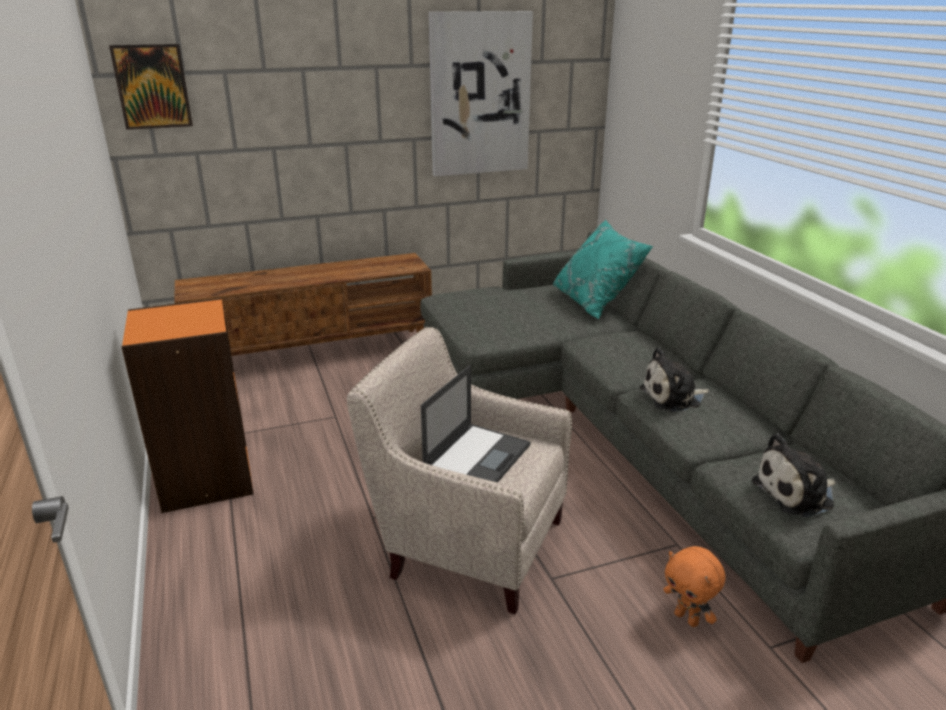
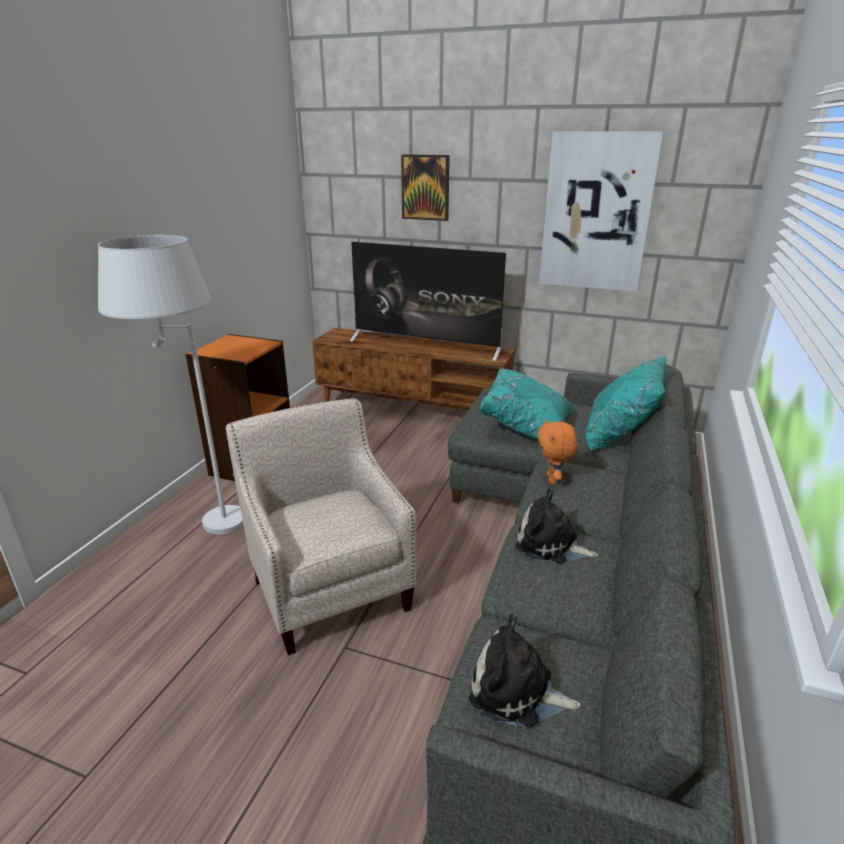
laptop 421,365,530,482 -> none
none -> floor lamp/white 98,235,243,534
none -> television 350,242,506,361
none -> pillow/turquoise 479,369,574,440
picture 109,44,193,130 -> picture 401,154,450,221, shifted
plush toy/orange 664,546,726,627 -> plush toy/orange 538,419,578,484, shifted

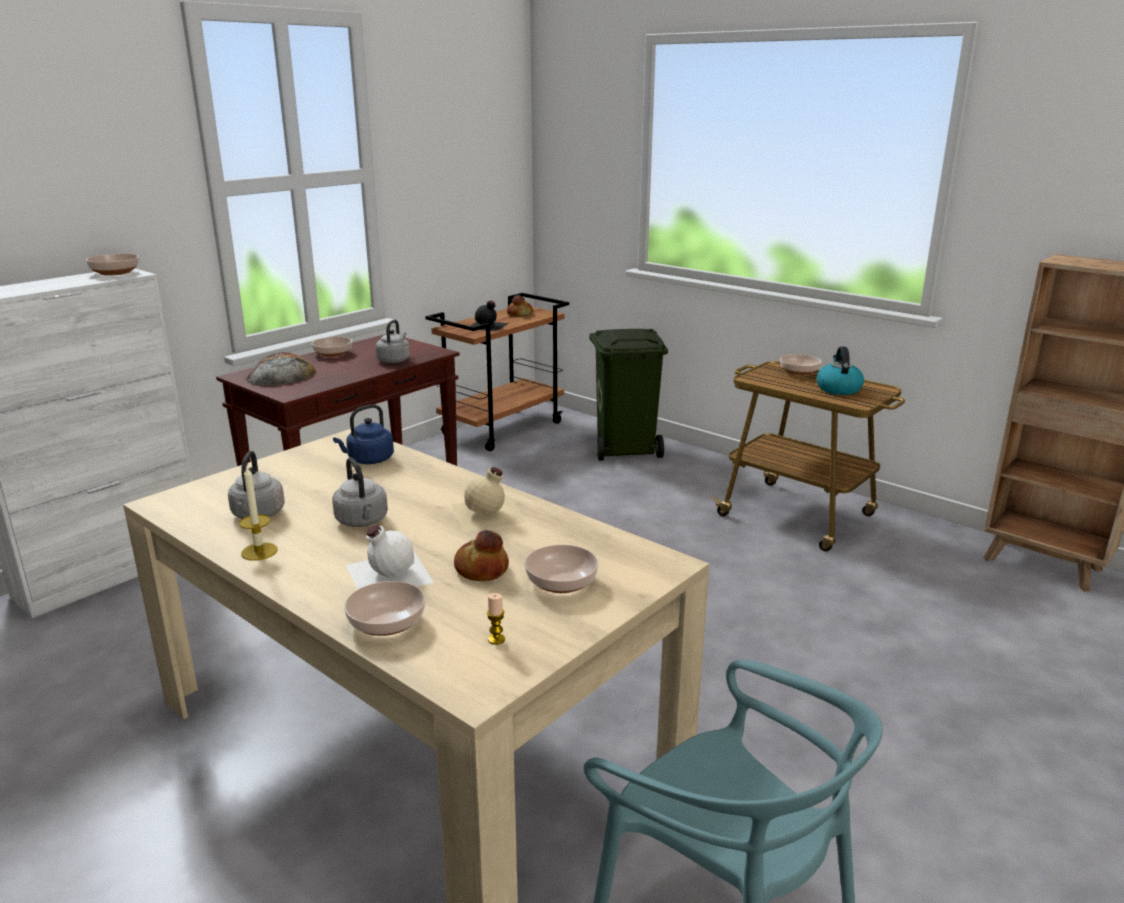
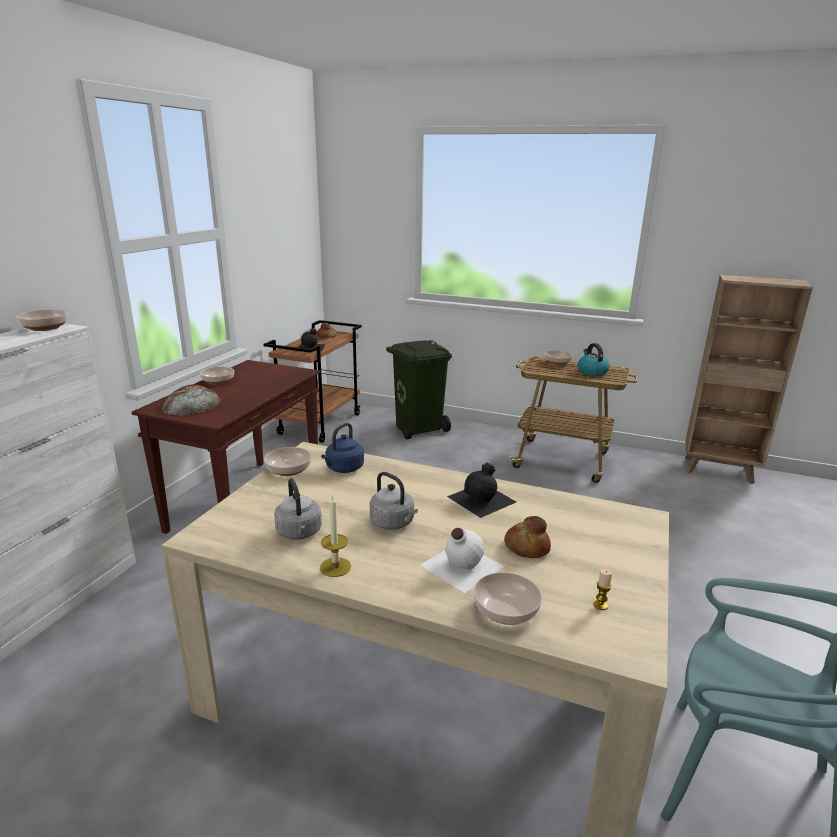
kettle/grey 376,319,410,363 -> none
bowl 525,545,599,593 -> bowl 264,447,312,476, shifted
bottle/beige 451,467,527,532 -> bottle/black 447,463,516,518

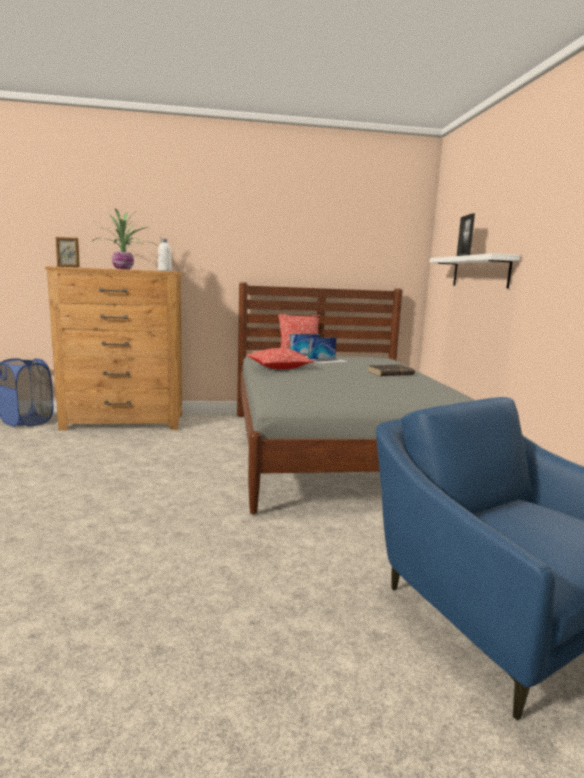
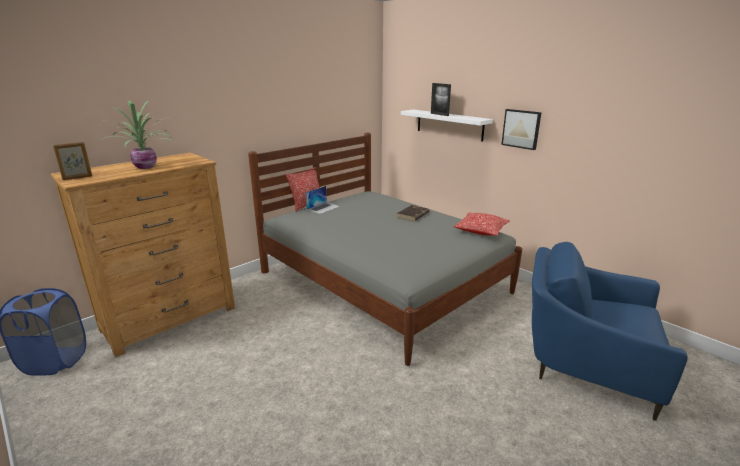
bottle/white 158,238,172,271 -> none
laptop 308,337,350,364 -> none
none -> picture 501,109,542,150
pillow 247,348,314,369 -> pillow 454,212,510,236, shifted

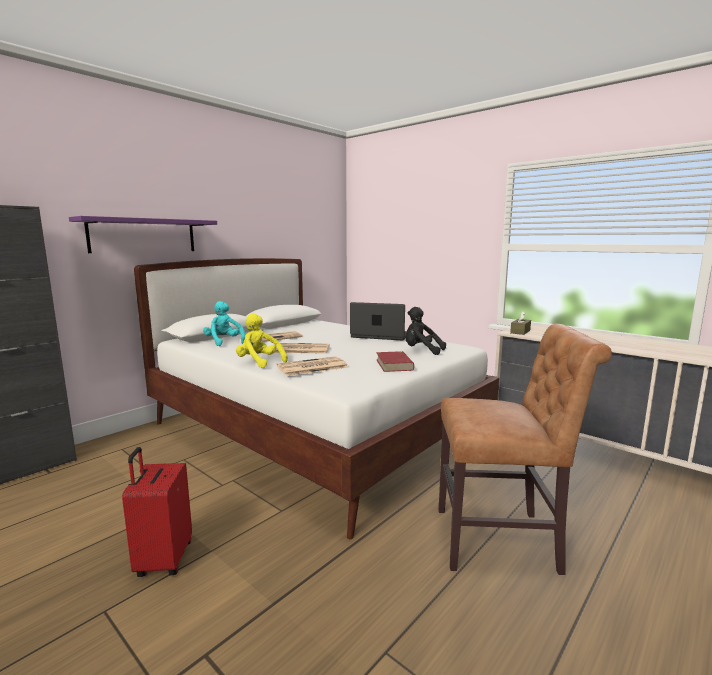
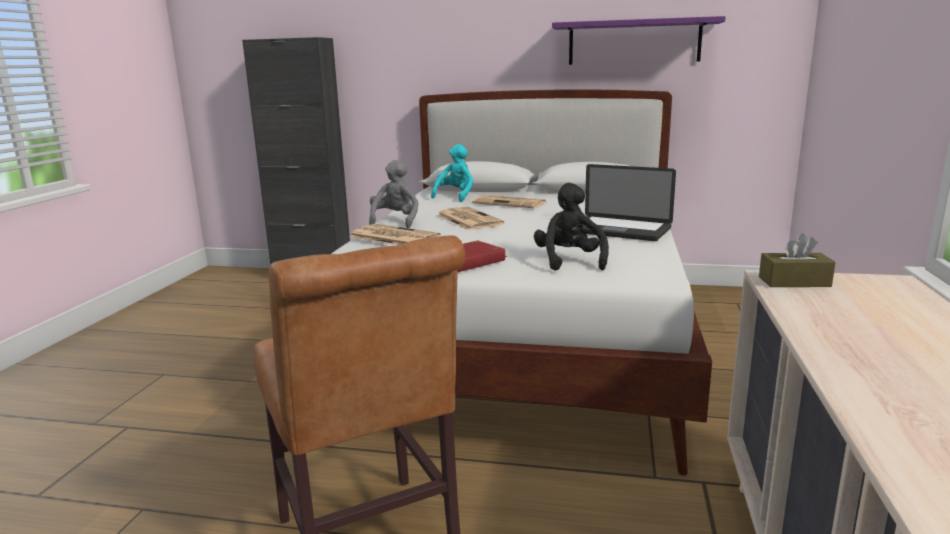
suitcase/red 122,447,192,577 -> none
shelf/purple 69,216,217,253 -> shelf/purple 552,16,726,65, shifted
plush toy/yellow 236,313,288,368 -> plush toy/grey 369,160,418,228
laptop 350,302,407,340 -> laptop 582,164,676,241, 135 degrees clockwise

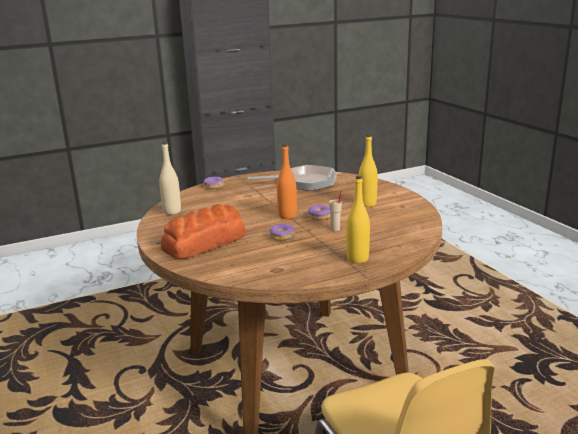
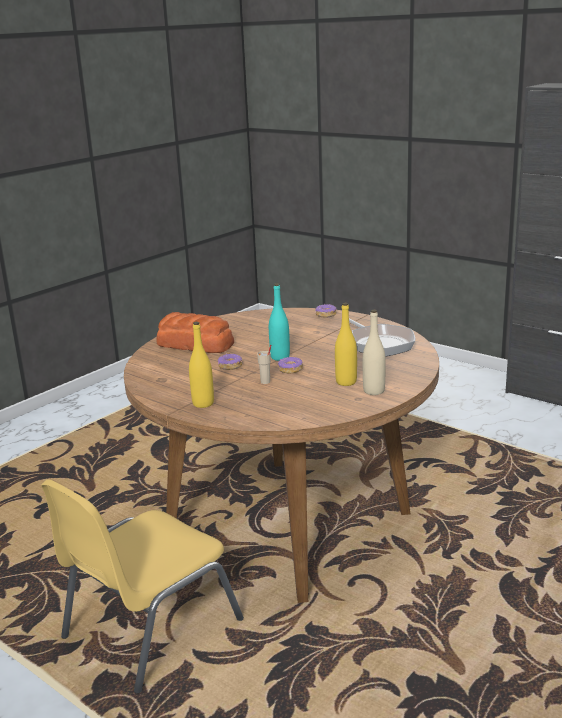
bottle/beige 159,142,181,215 -> bottle/beige 363,310,386,395, shifted
bottle/orange 277,144,297,219 -> bottle/turquoise 269,283,290,361

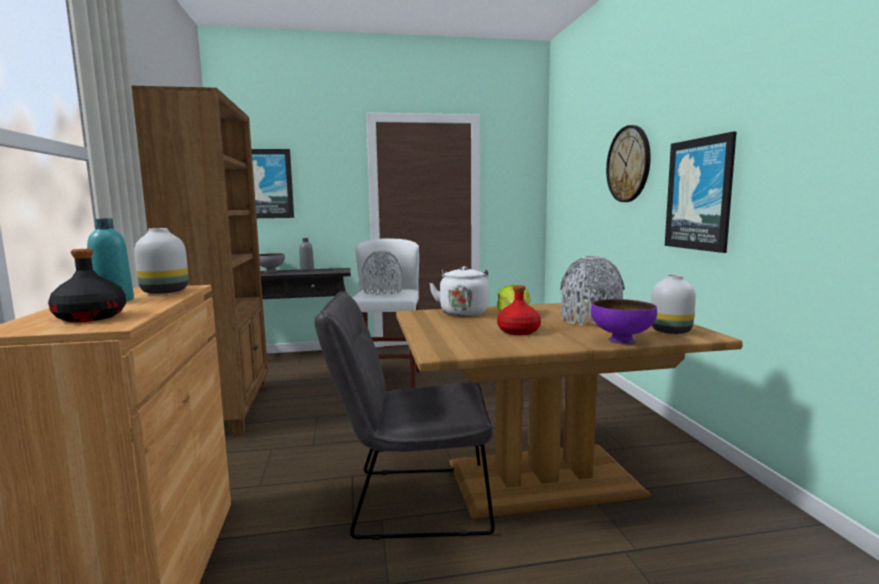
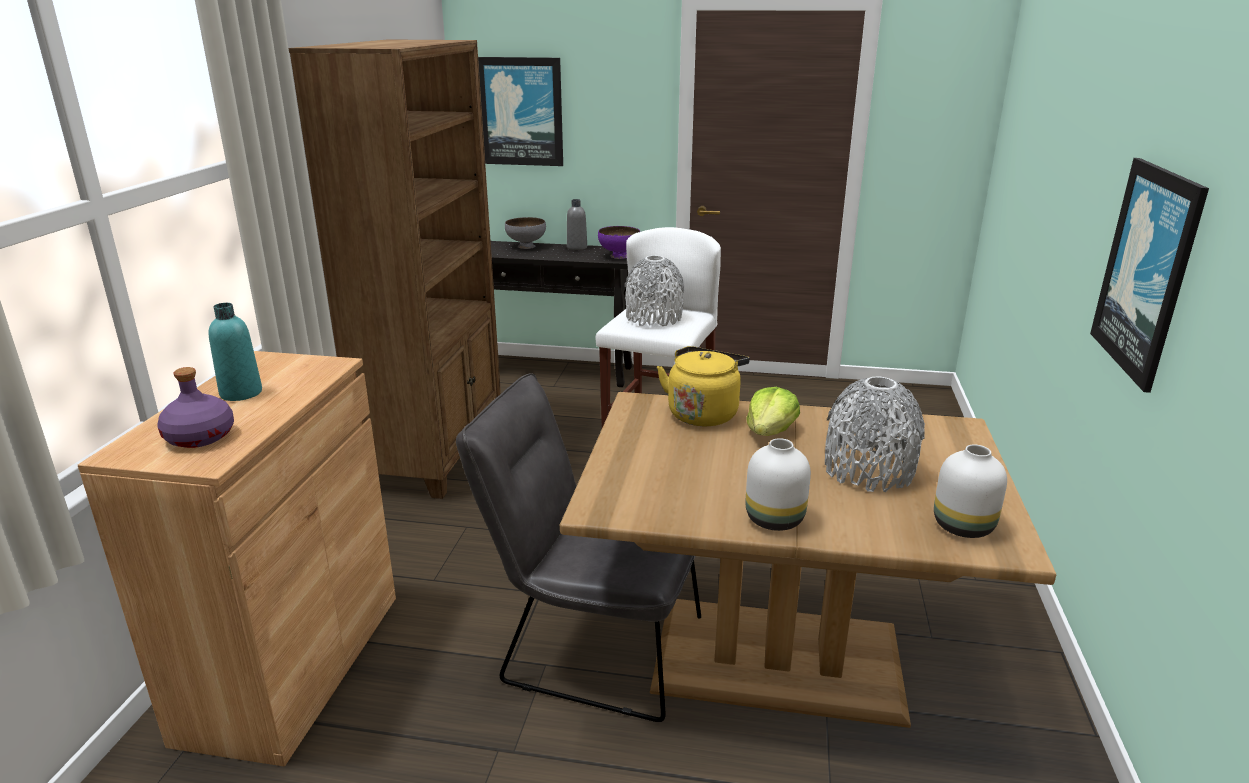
bottle/red 497,285,541,335 -> none
wall clock 606,125,651,202 -> none
vase/white 134,228,188,294 -> vase/white 746,438,811,531, shifted
bowl/purple 591,299,657,345 -> bowl/purple 598,226,640,259, shifted
bottle/black 48,249,126,322 -> bottle/purple 157,367,234,448
kettle/white 429,266,489,316 -> kettle/yellow 657,346,750,426

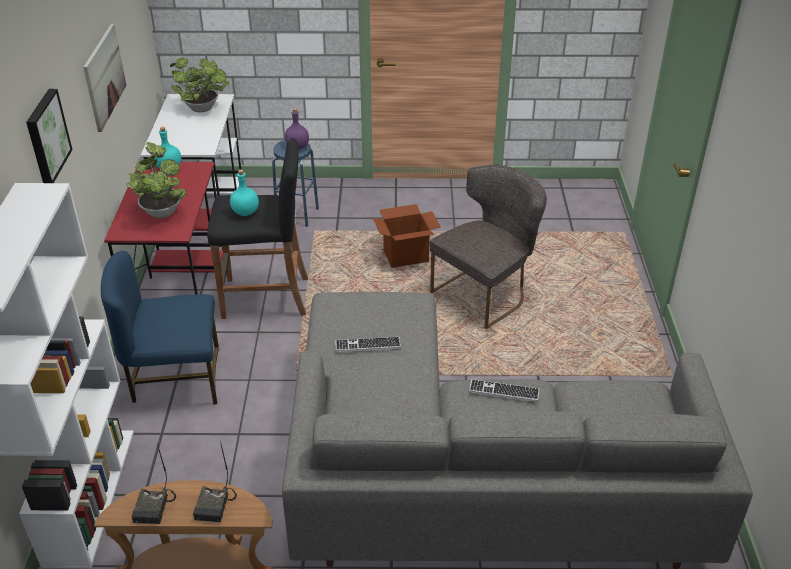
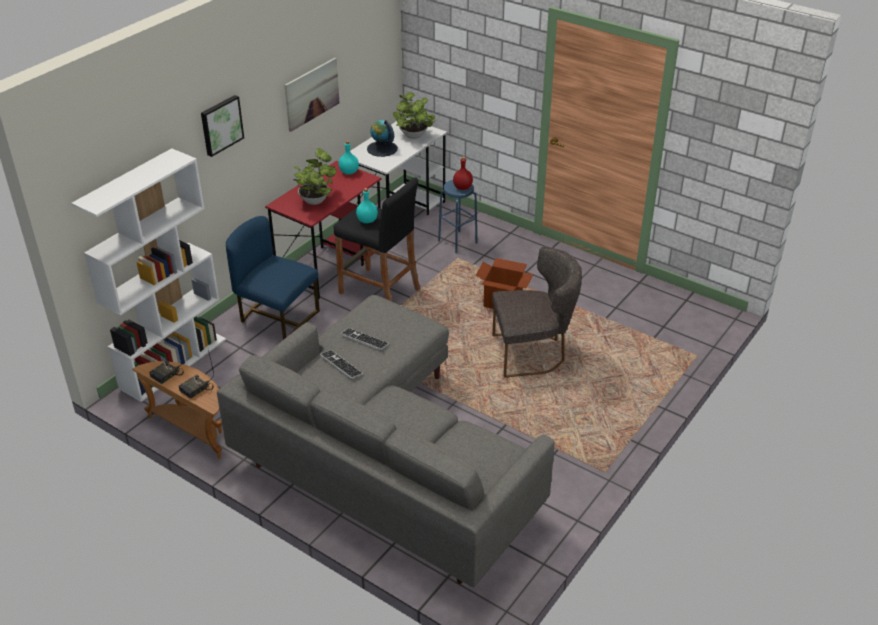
none -> globe 367,120,398,157
keyboard 469,379,539,402 -> keyboard 320,350,363,379, shifted
bottle/purple 285,108,309,149 -> bottle/red 453,157,473,190

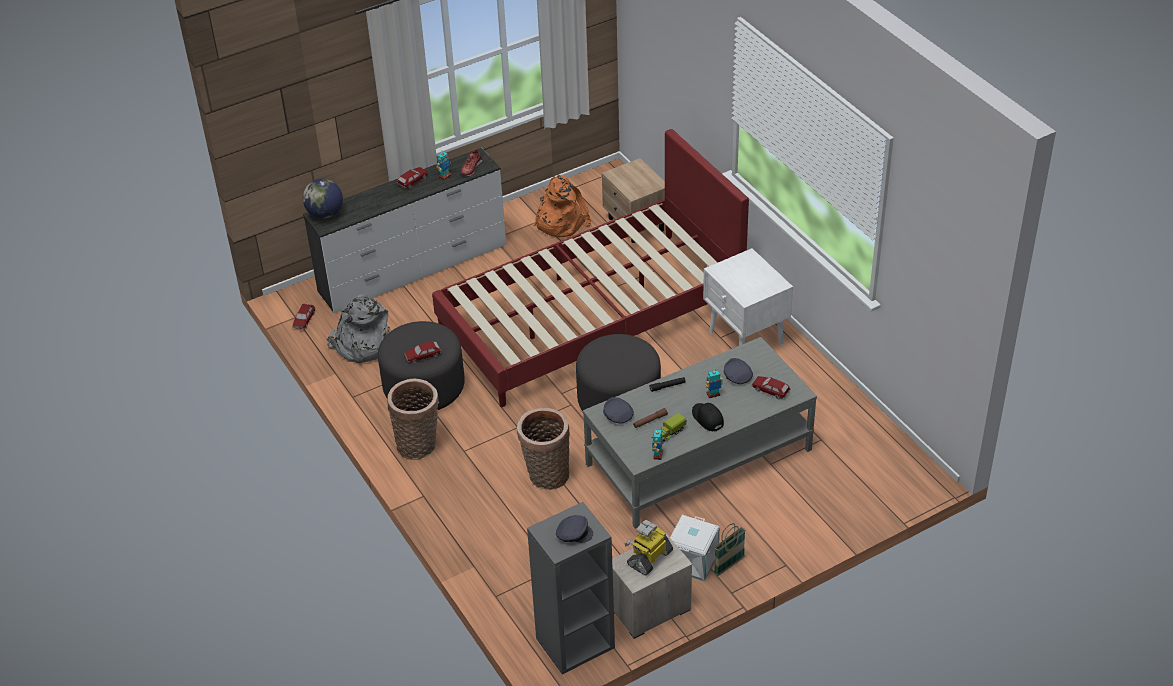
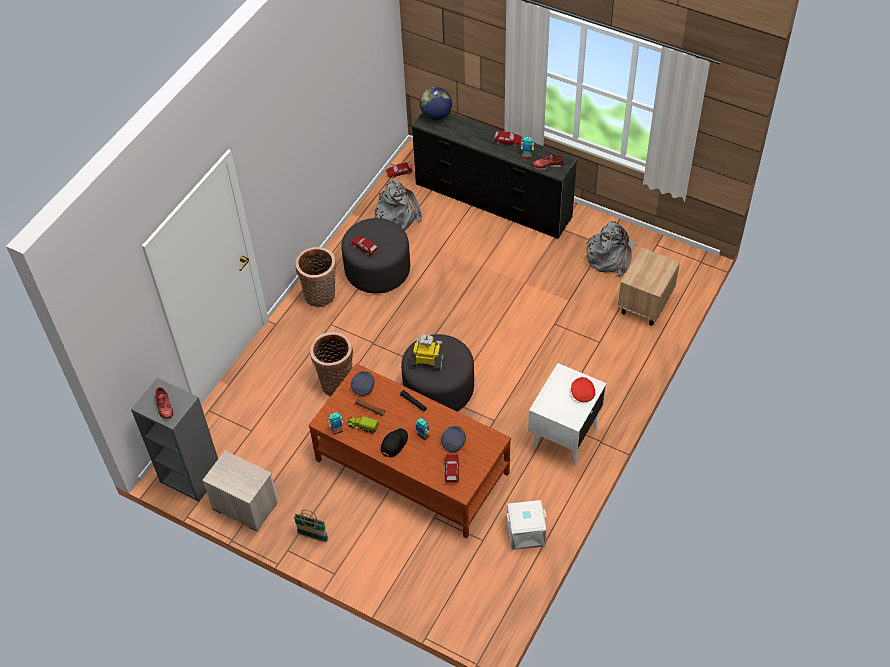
bed/red 432,129,749,407 -> none
none -> cap/red 571,377,595,402
toy robot 624,520,673,575 -> toy robot 410,335,444,371, shifted
storage box/white 670,515,720,581 -> storage box/white 507,500,546,550, shifted
cap/grey 556,515,593,543 -> shoe/red 156,387,173,419
dresser/white 303,148,506,313 -> dresser/black 412,112,577,239
backpack/orange 534,175,591,237 -> backpack/grey 586,221,638,277
coffee table/grey 583,337,817,529 -> coffee table/brown 308,363,511,539

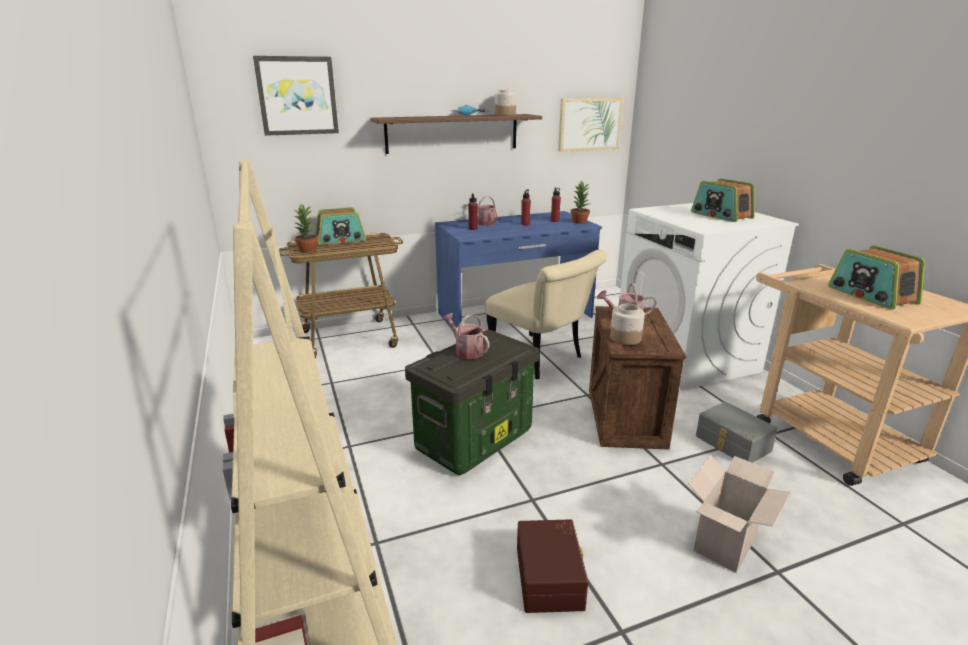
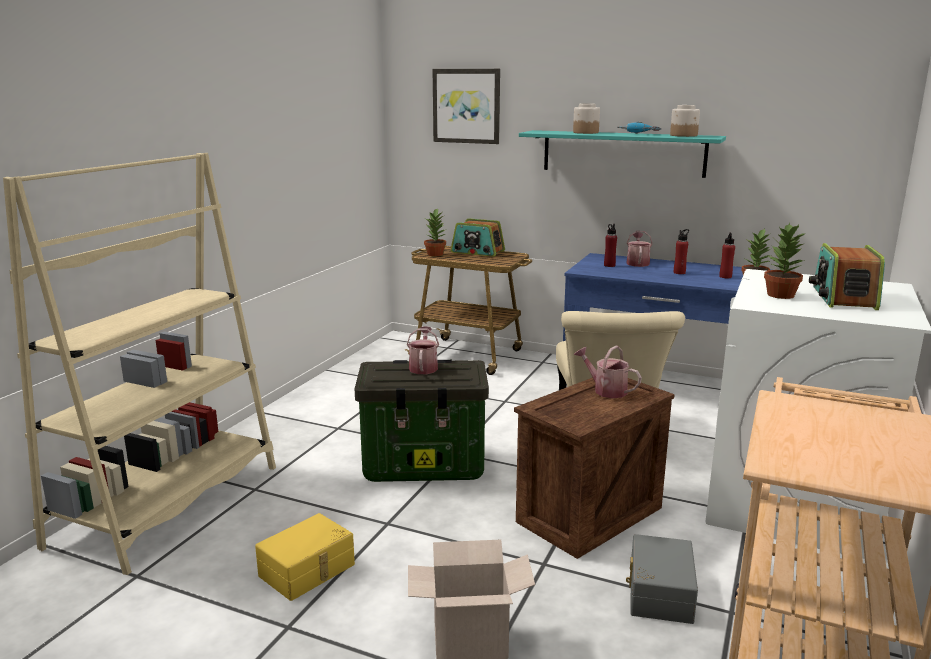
picture 558,98,623,152 -> none
radio 828,245,925,310 -> none
none -> potted plant 764,223,805,299
jar 610,304,645,345 -> jar 573,103,600,134, shifted
shelf/brown 370,114,542,154 -> shelf/turquoise 519,130,726,178
storage box/brown 517,519,588,613 -> storage box/yellow 255,513,355,601

